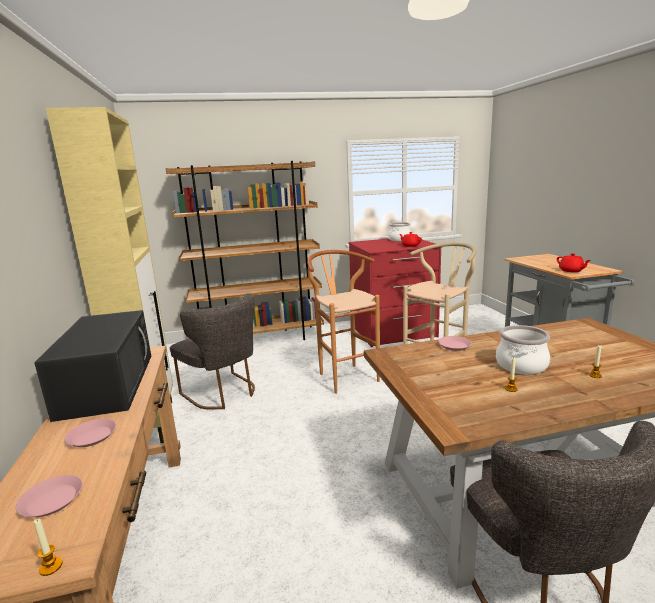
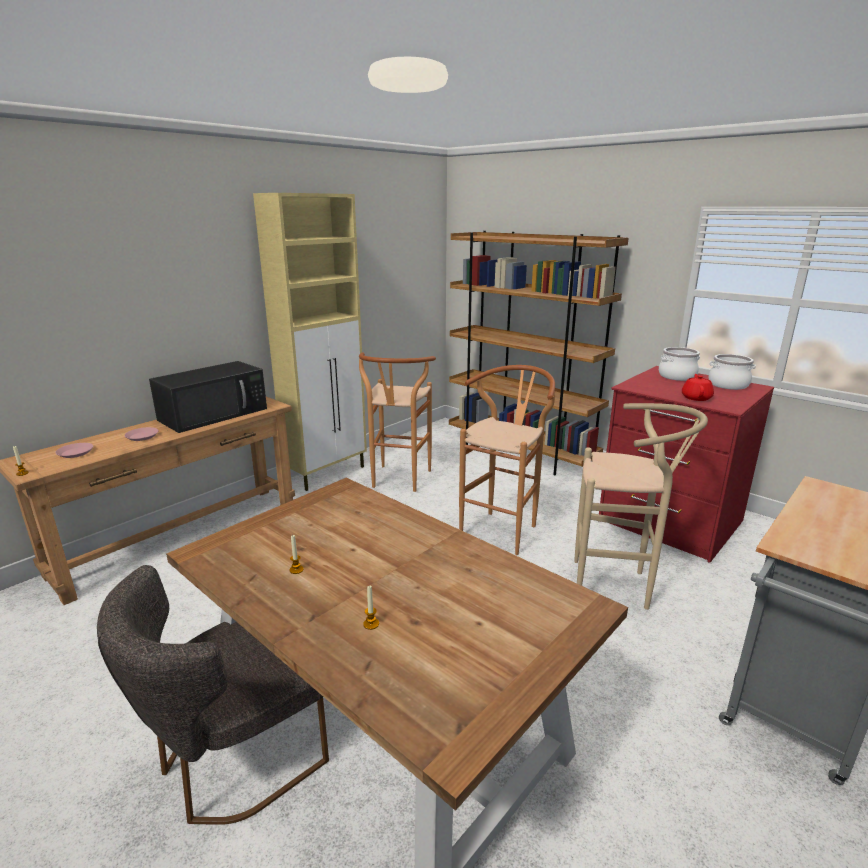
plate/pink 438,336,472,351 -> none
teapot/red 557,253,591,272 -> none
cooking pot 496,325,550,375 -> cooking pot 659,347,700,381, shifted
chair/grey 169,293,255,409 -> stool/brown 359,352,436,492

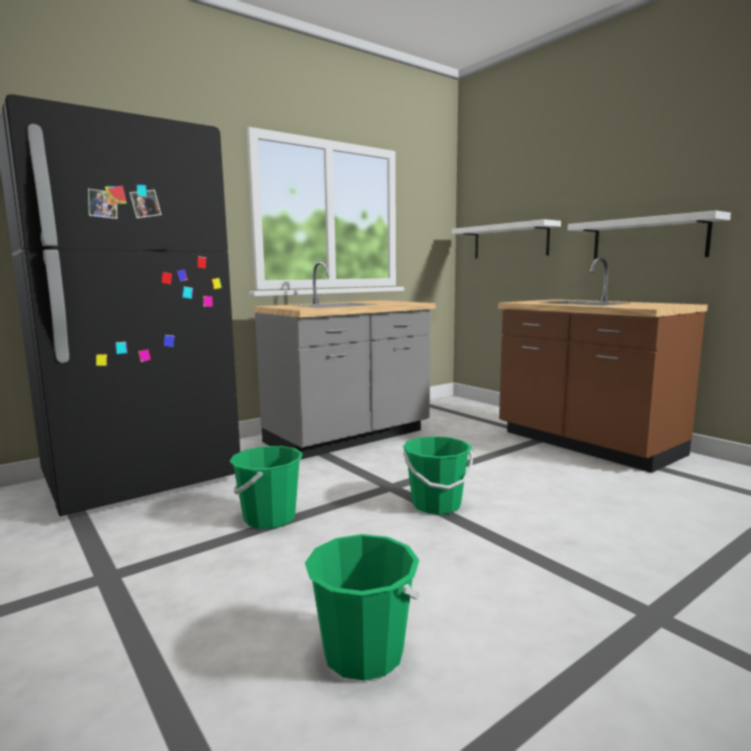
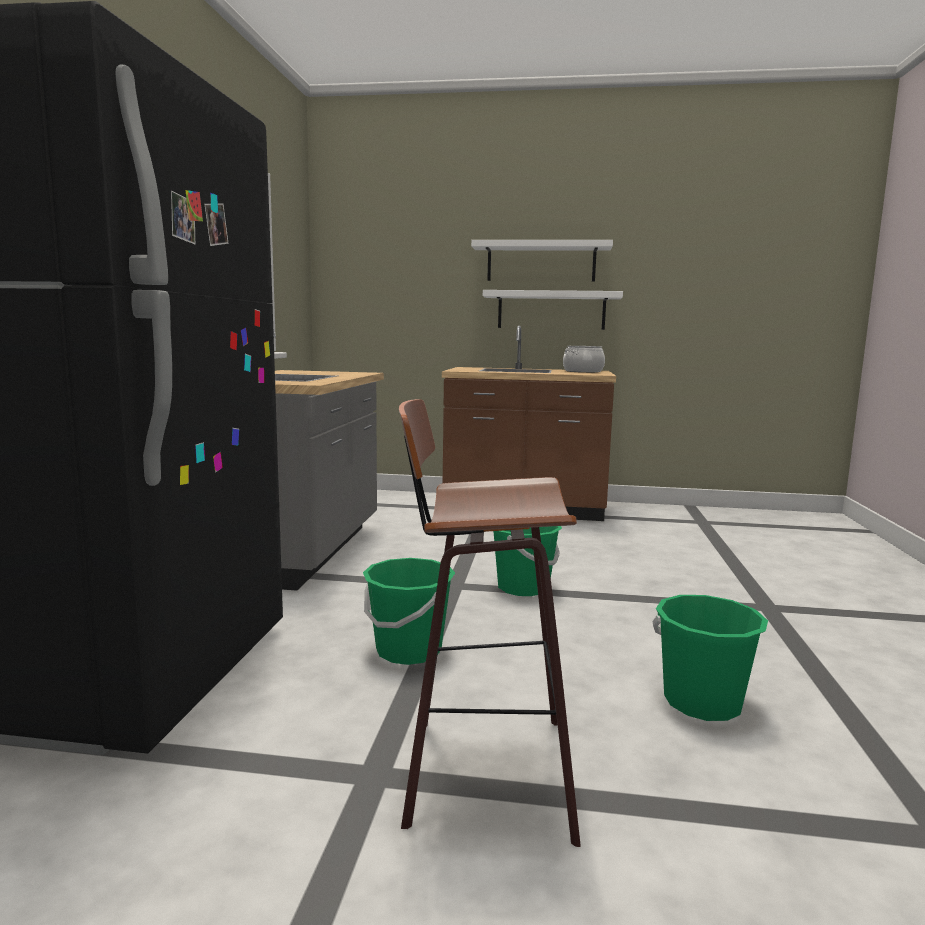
none -> stool 399,399,581,847
none -> cooking pot 563,346,605,373
shelf/white 452,219,561,258 -> shelf/white 471,240,613,282, shifted

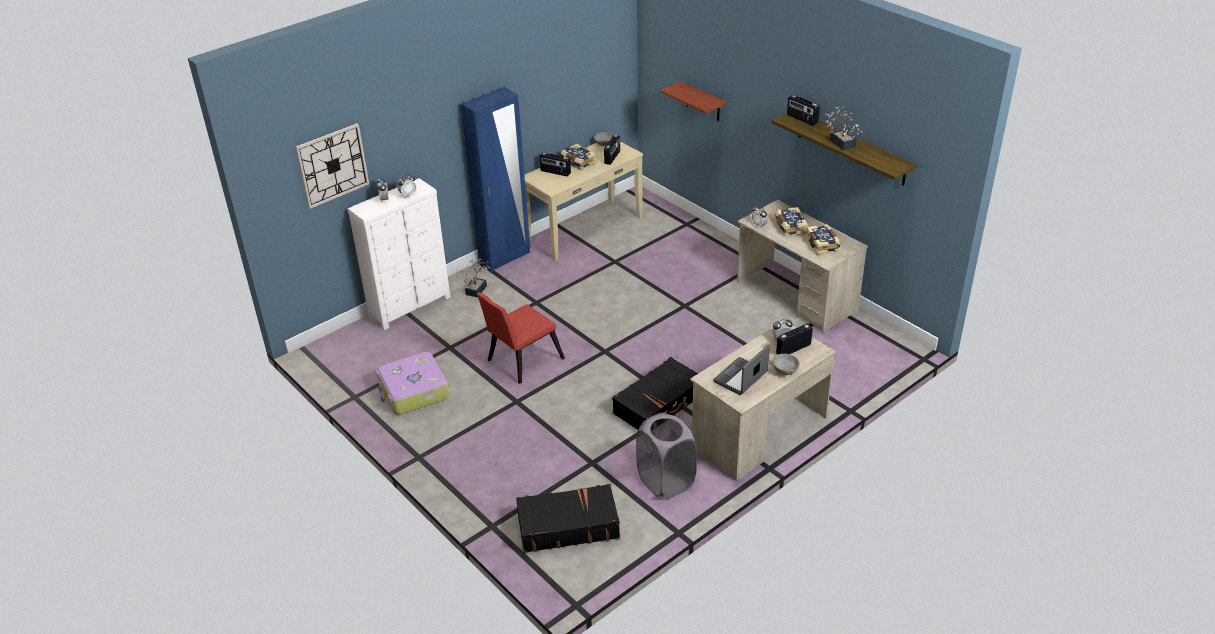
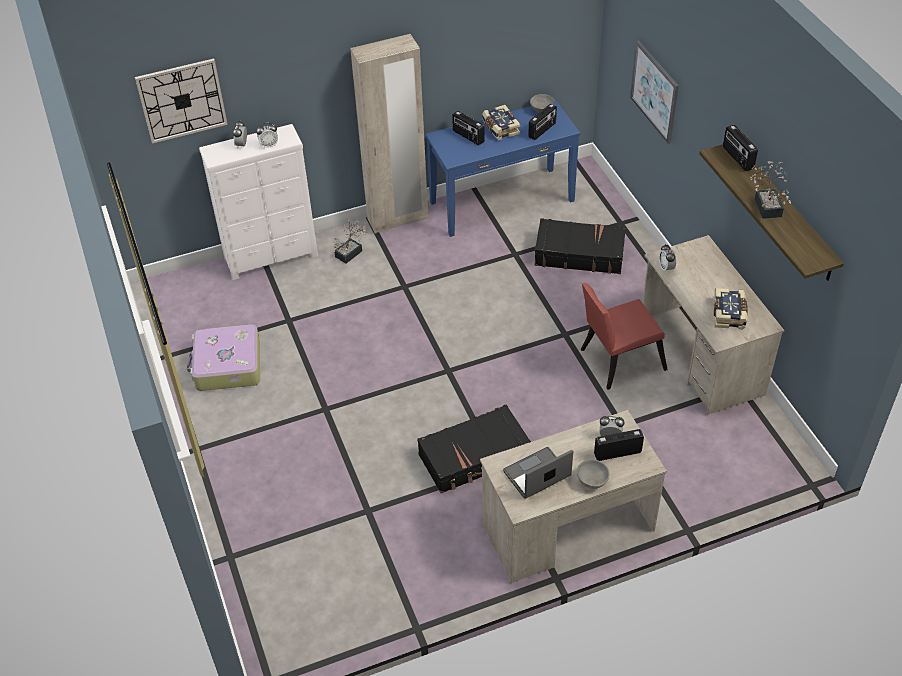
laundry basket/grey 636,413,697,499 -> none
book 775,207,808,236 -> none
chair/red 477,292,565,384 -> chair/red 580,283,668,390, shifted
suitcase/black 516,484,620,553 -> suitcase/black 534,218,626,274, shifted
shelf 661,81,726,121 -> picture 630,40,679,144
wardrobe/blue 461,87,530,272 -> wardrobe/beige 350,34,428,234
console table/beige 525,142,643,261 -> console table/blue 426,100,580,237

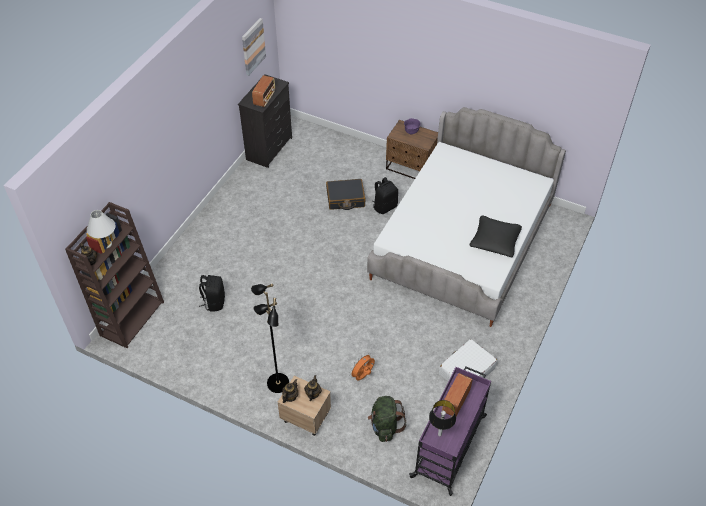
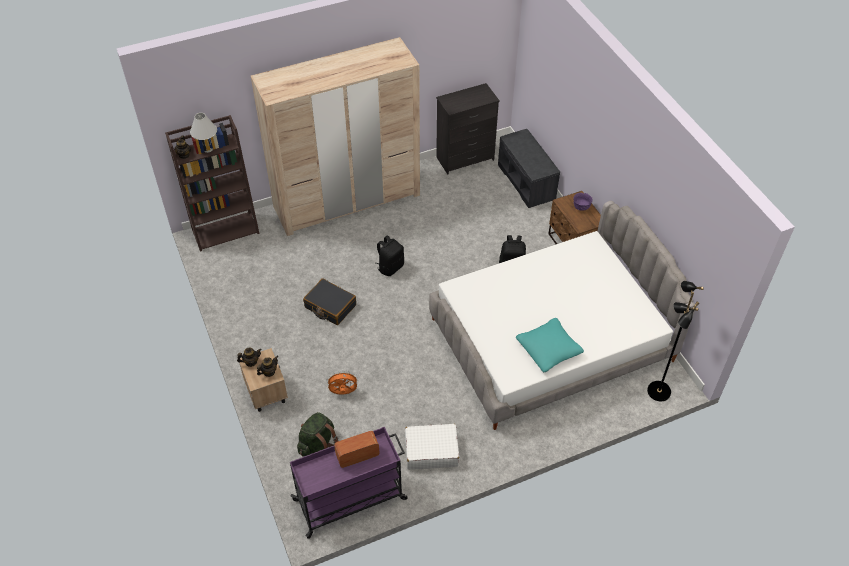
picture 242,18,266,76 -> none
radio 252,75,275,107 -> none
table lamp 429,400,456,436 -> none
none -> wardrobe/beige 251,37,420,236
none -> bench/grey 498,129,560,208
backpack/black 199,275,225,312 -> backpack/black 376,235,404,276, shifted
floor lamp/black 251,284,289,393 -> floor lamp/black 647,281,704,401, shifted
suitcase/black 326,179,365,210 -> suitcase/black 303,278,356,325, shifted
pillow/black 470,215,522,257 -> pillow/turquoise 516,318,584,372

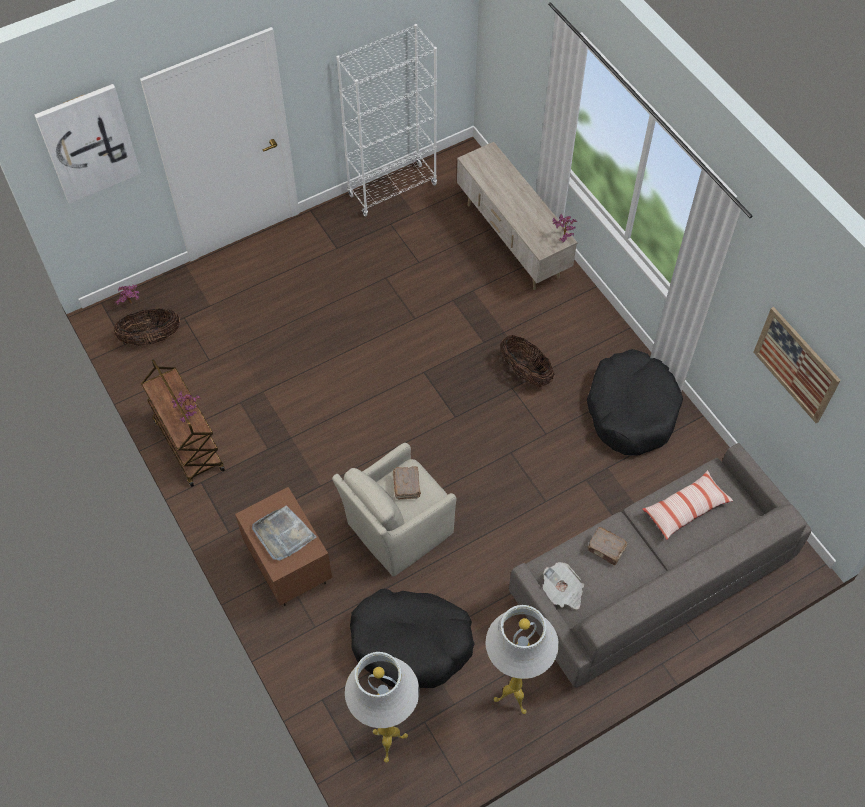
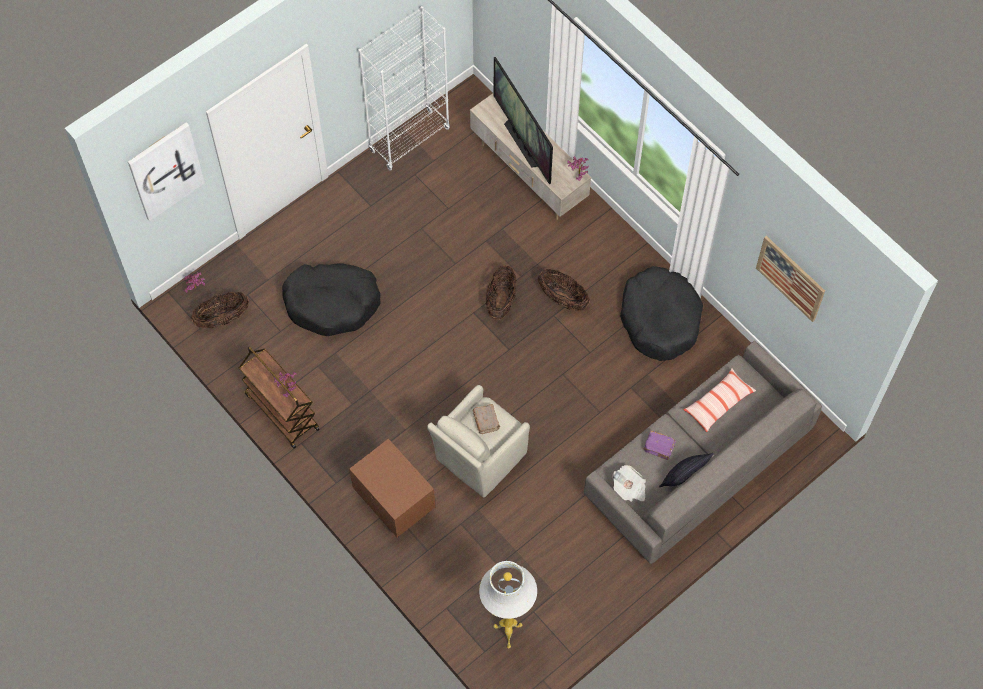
tray/grey 252,506,317,560 -> none
floor lamp/white 486,605,559,714 -> none
none -> basket 486,265,517,320
none -> television 494,57,553,184
none -> pillow 659,453,714,487
dog bed/black 350,589,475,688 -> dog bed/black 282,264,381,336, shifted
book/brown 588,527,627,566 -> book/purple 644,431,676,460

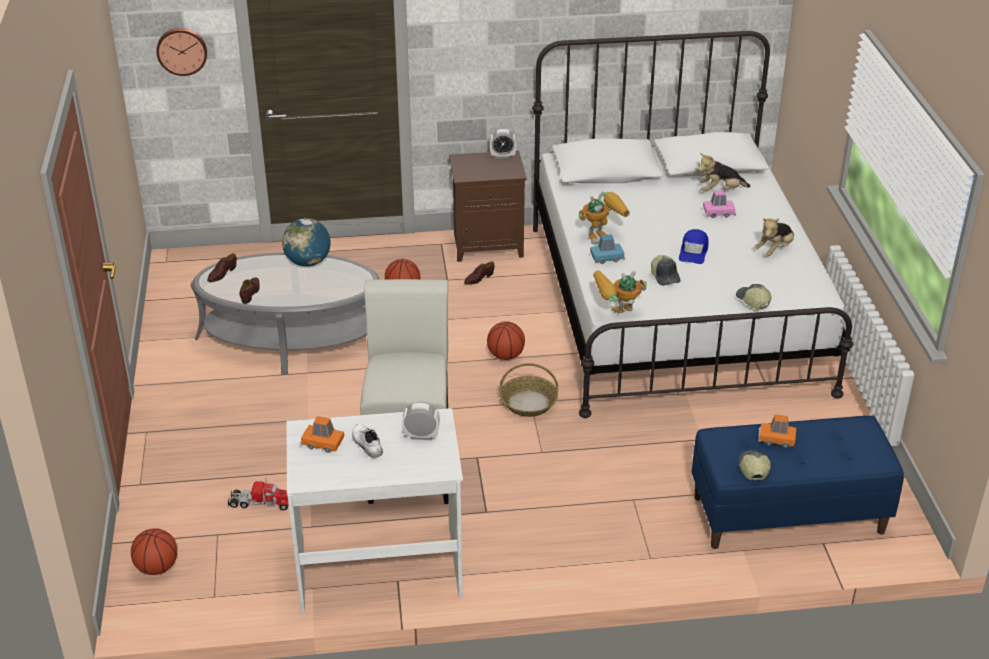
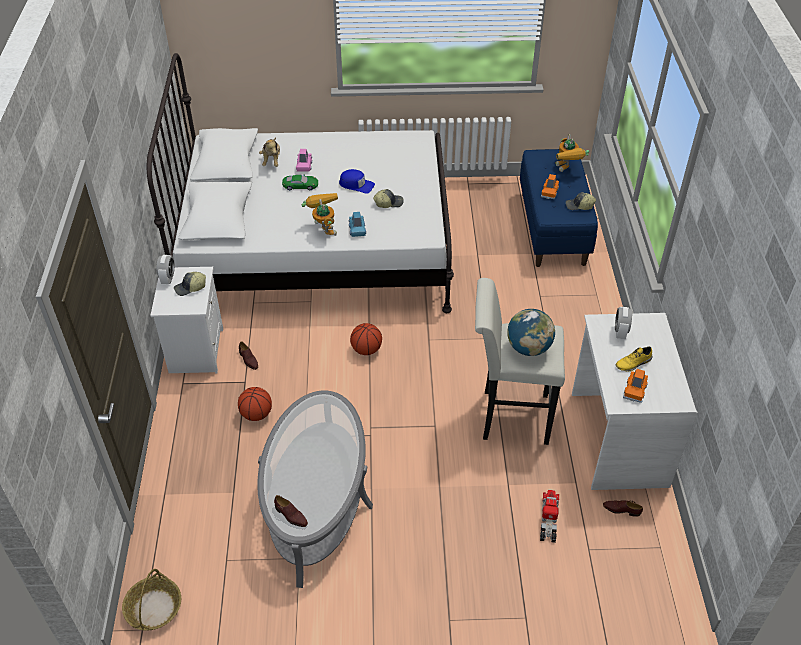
basketball 131,528,177,575 -> none
wall clock 156,28,207,76 -> none
plush toy 754,218,794,256 -> none
none -> toy car/green 282,174,318,190
shoe/brown 240,278,260,304 -> shoe/brown 603,500,643,517, shifted
globe 282,218,331,267 -> globe 507,309,555,356, shifted
basket 500,363,558,417 -> basket 122,569,181,631, shifted
toy robot 593,270,647,313 -> toy robot 556,134,589,172, shifted
cap 736,284,771,310 -> cap 174,272,206,296, shifted
shoe/white 352,424,383,458 -> shoe/yellow 615,346,652,371
nightstand/brown 449,150,527,262 -> nightstand/white 150,267,223,374

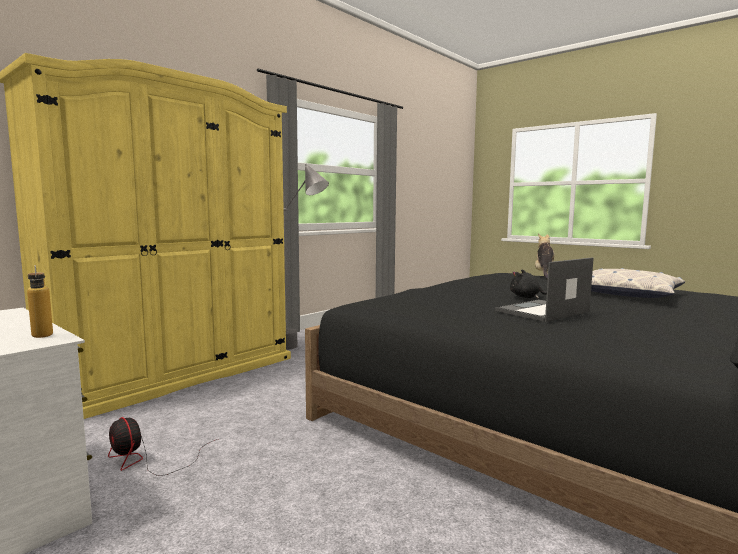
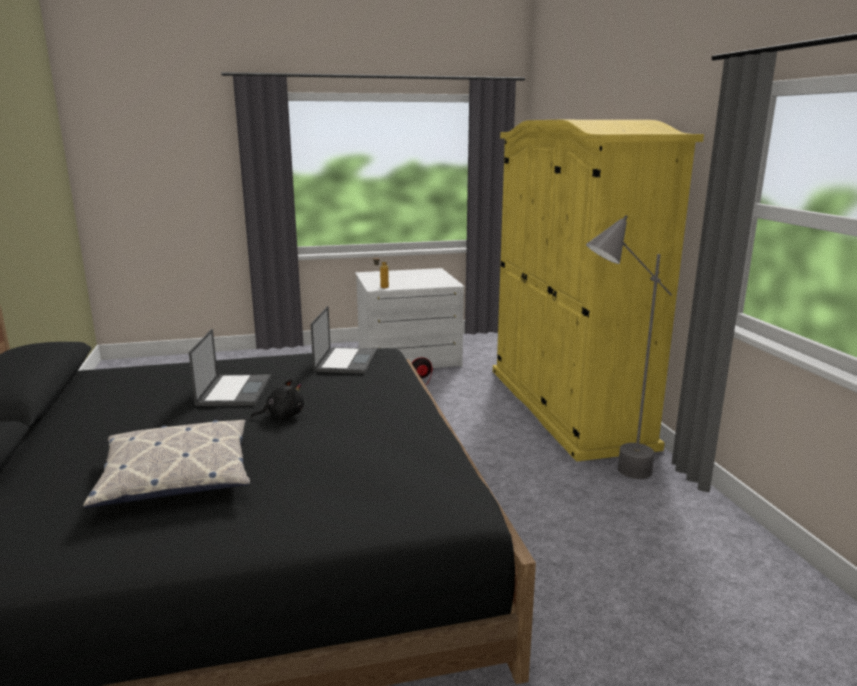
plush toy 535,233,555,279 -> none
none -> laptop 311,306,377,374

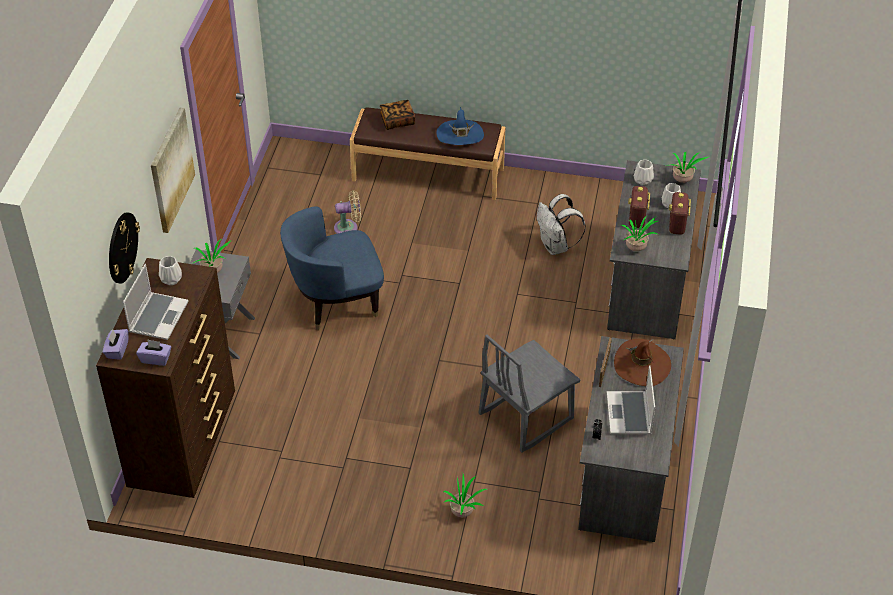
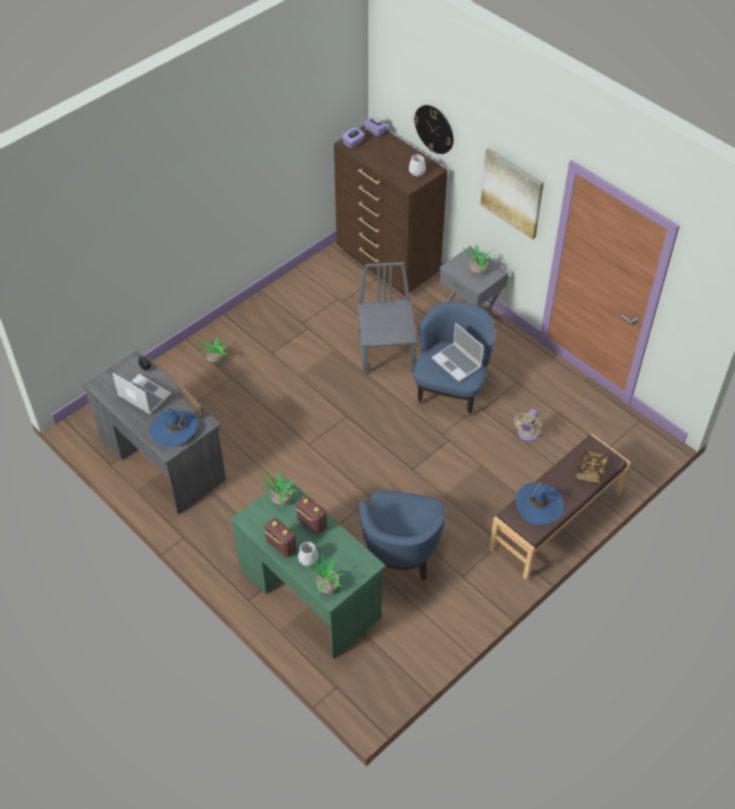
vase/white 634,160,654,185 -> none
laptop 123,264,189,340 -> laptop 432,323,484,382, shifted
chair/grey 479,334,581,453 -> chair/grey 358,262,417,375, shifted
backpack/white 537,194,586,255 -> armchair/blue 359,490,446,585
desk/grey 607,160,701,339 -> desk/green 230,477,386,659
hat/brown 614,339,671,386 -> hat/blue 150,407,198,447

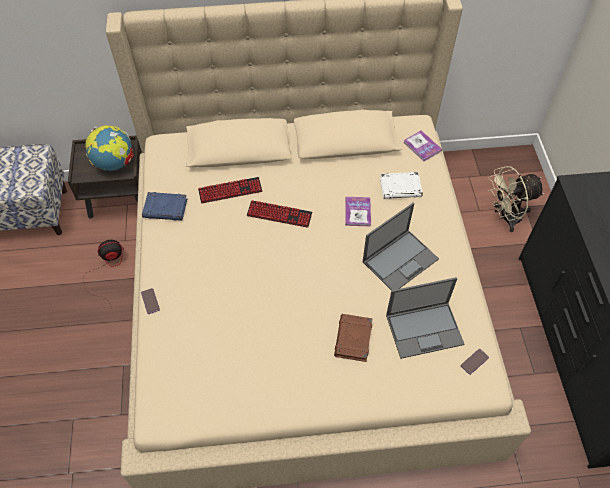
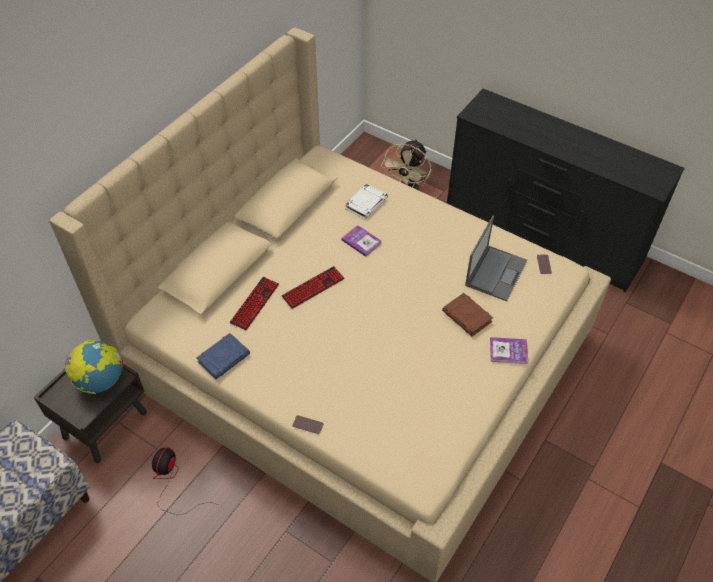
laptop 363,202,439,290 -> none
book 403,131,442,161 -> book 490,337,528,364, shifted

